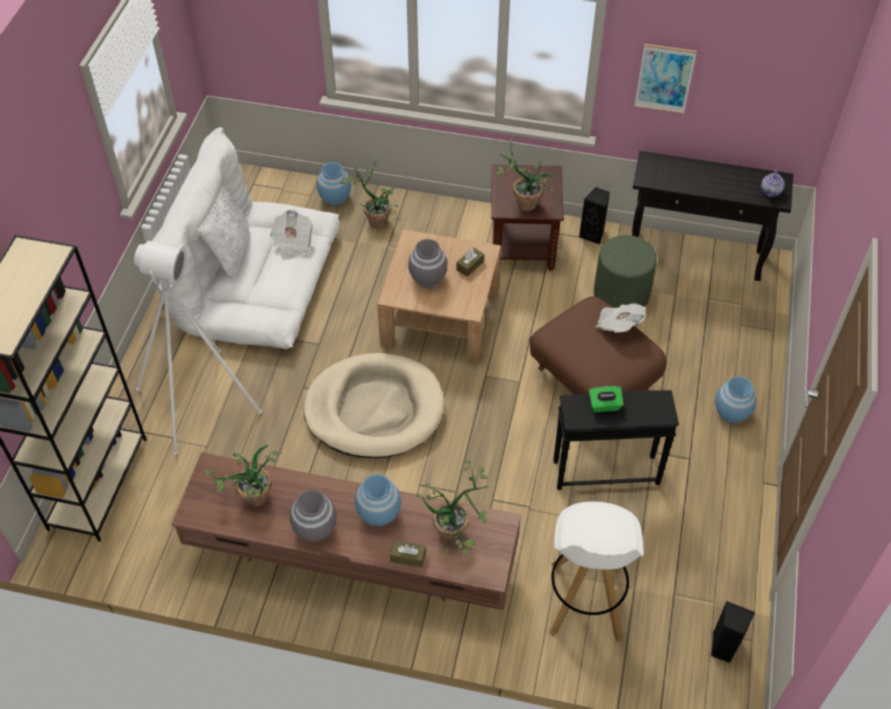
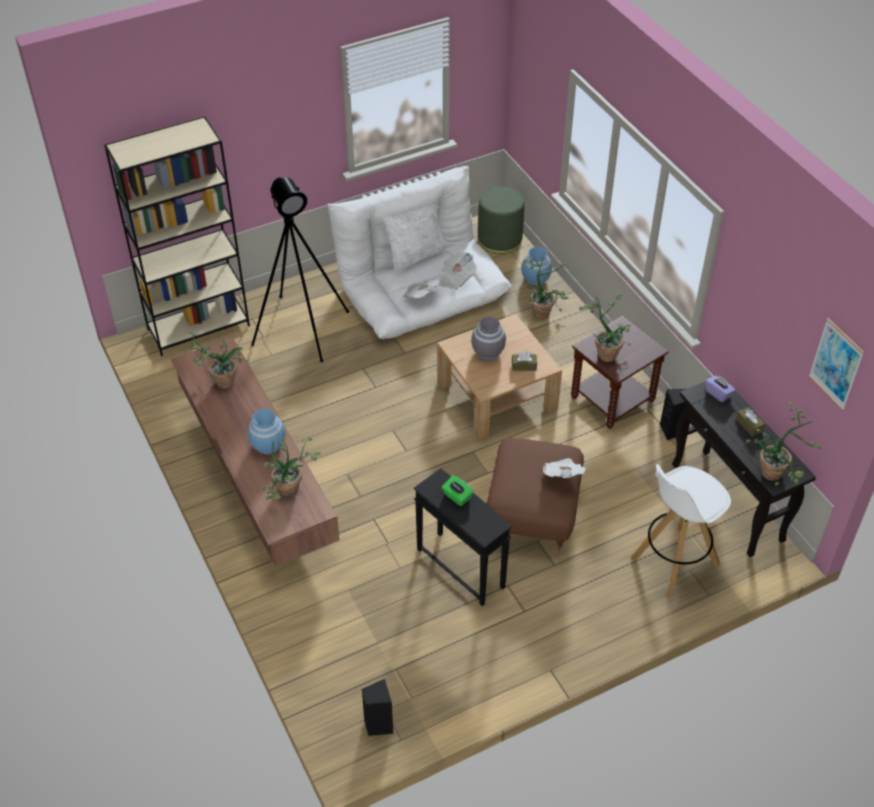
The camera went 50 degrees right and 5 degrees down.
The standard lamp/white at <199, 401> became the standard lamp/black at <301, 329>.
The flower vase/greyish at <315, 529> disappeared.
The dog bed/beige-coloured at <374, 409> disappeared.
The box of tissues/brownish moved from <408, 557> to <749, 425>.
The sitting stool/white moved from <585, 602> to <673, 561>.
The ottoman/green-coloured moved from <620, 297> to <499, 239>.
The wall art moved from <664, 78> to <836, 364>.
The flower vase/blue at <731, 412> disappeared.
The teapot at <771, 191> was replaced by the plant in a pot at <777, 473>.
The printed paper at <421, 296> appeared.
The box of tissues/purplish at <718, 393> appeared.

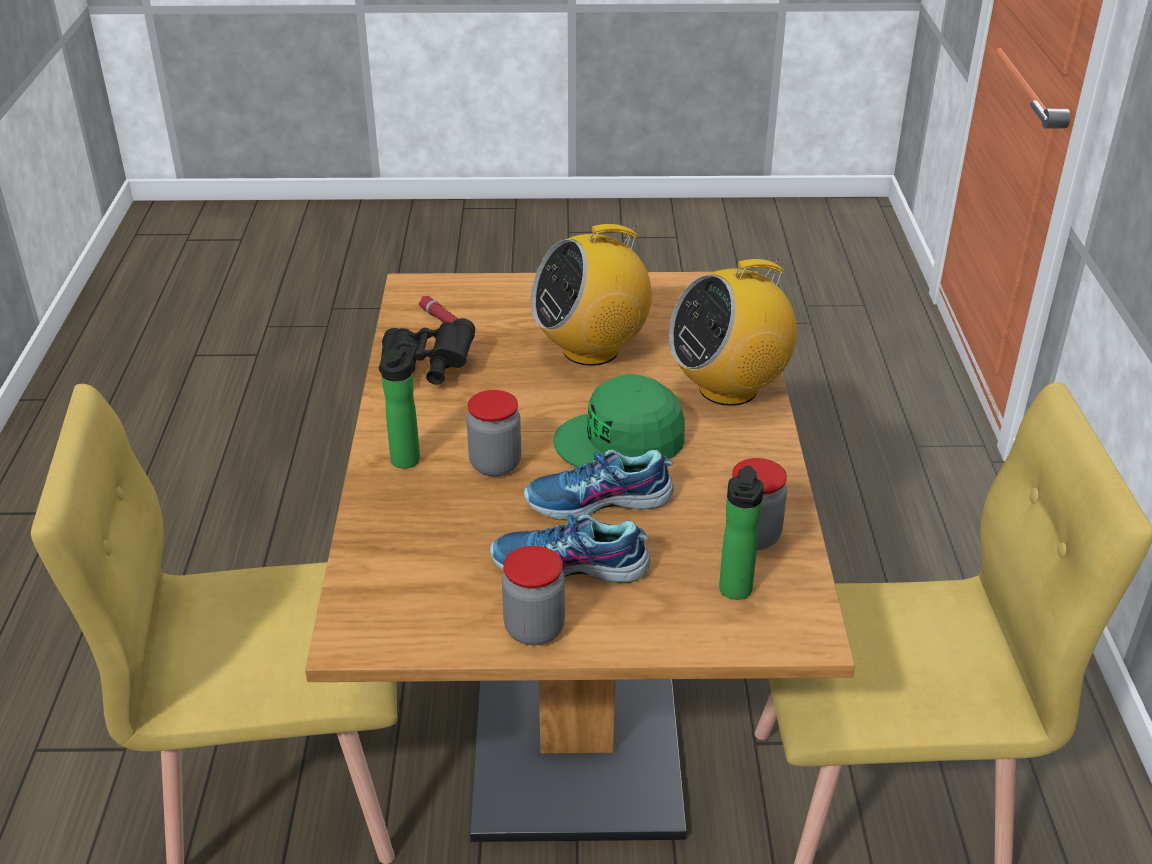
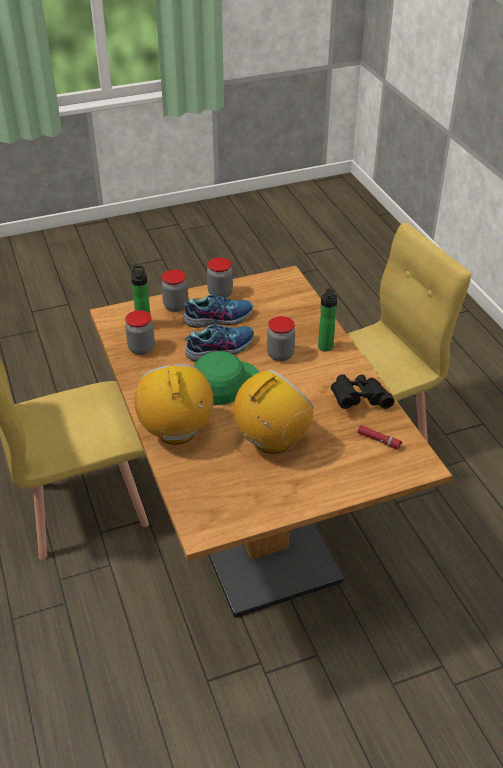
The camera went 160 degrees right and 5 degrees up.
The radio receiver at <729, 388> turned 60 degrees counterclockwise.
The storage jar at <176, 306> appeared.

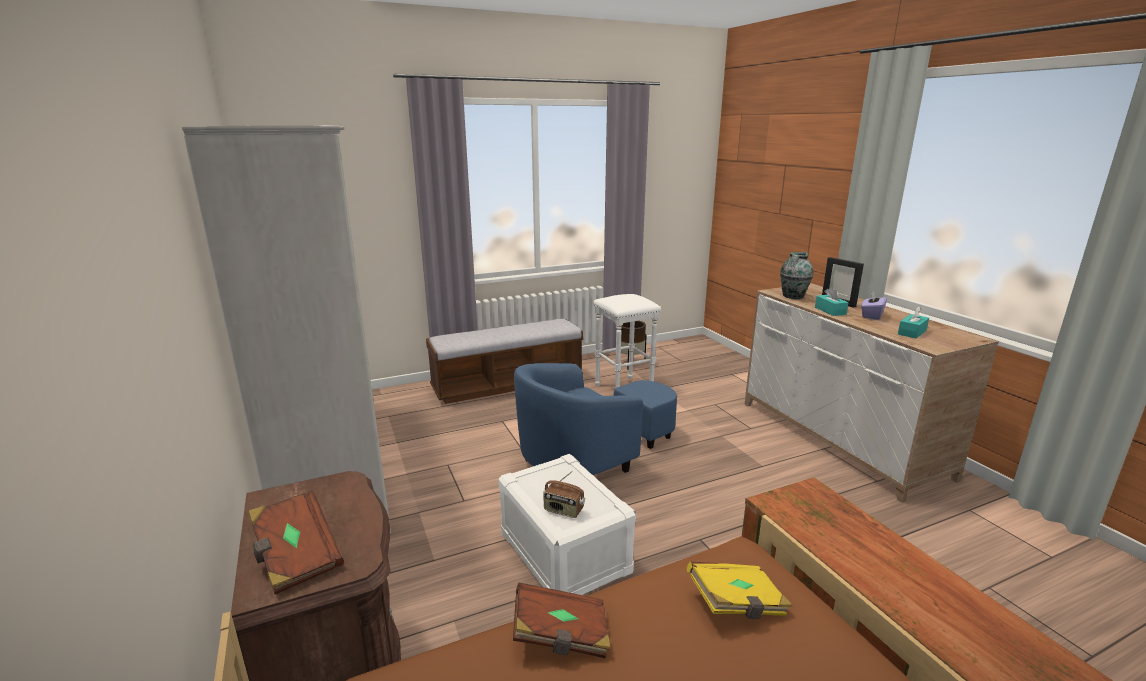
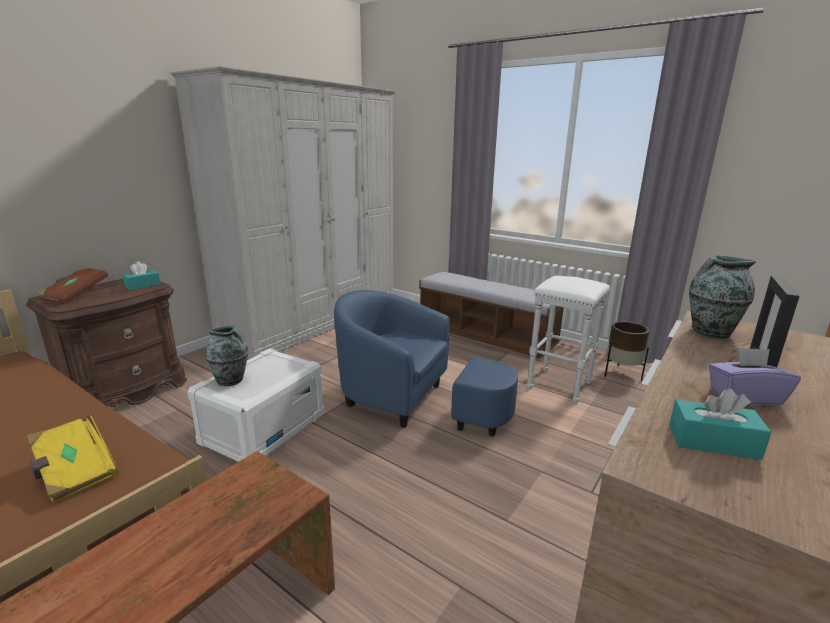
The camera went 60 degrees right and 0 degrees up.
The volume/brownish at <561, 636> disappeared.
The radio receiver at <563, 510> was replaced by the flower vase at <231, 380>.
The box of tissues/turquoise moved from <830, 311> to <143, 285>.

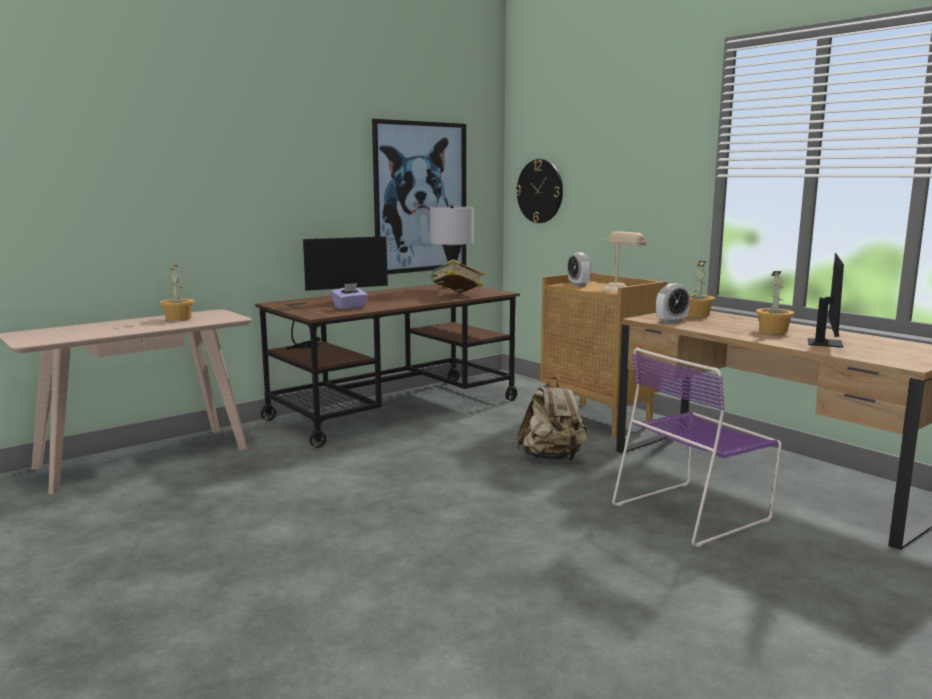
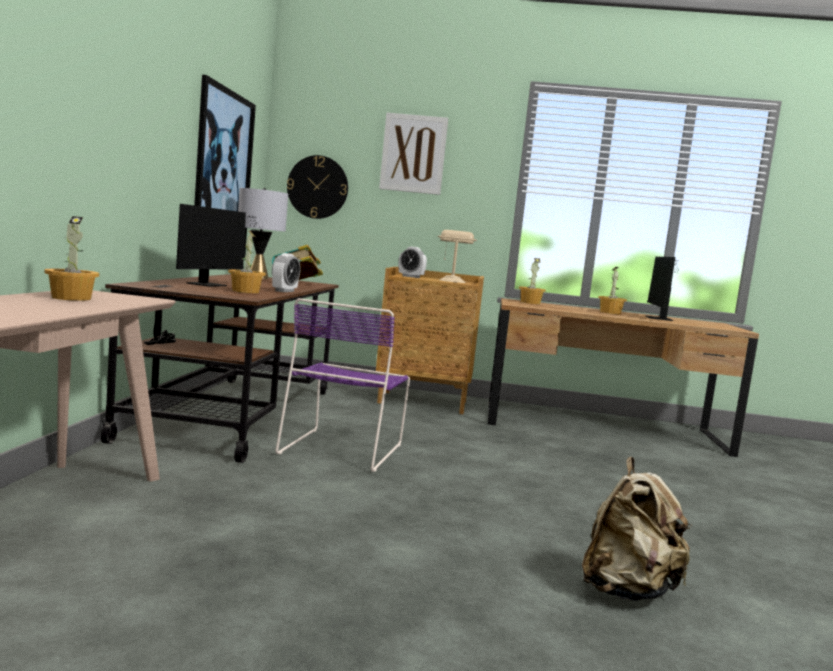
The camera went 45 degrees left and 5 degrees down.
The box of tissues/purplish at <350, 307> was replaced by the plant in a pot at <245, 291>.
The knapsack/beige-coloured moved from <552, 458> to <627, 591>.
The upright chair/purplish moved from <694, 511> to <343, 448>.
The bedside clock moved from <671, 321> to <284, 291>.
The computer screen at <826, 342> turned 150 degrees counterclockwise.
The wall art at <413, 154> appeared.

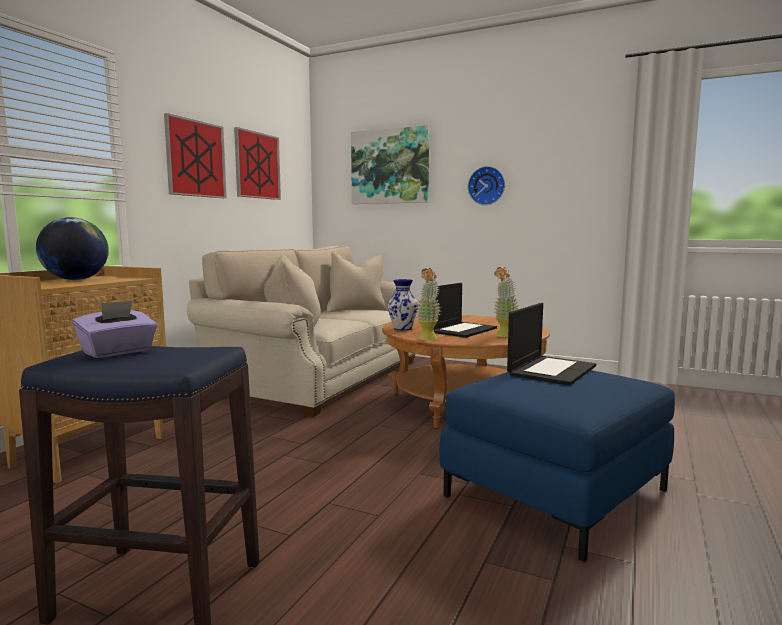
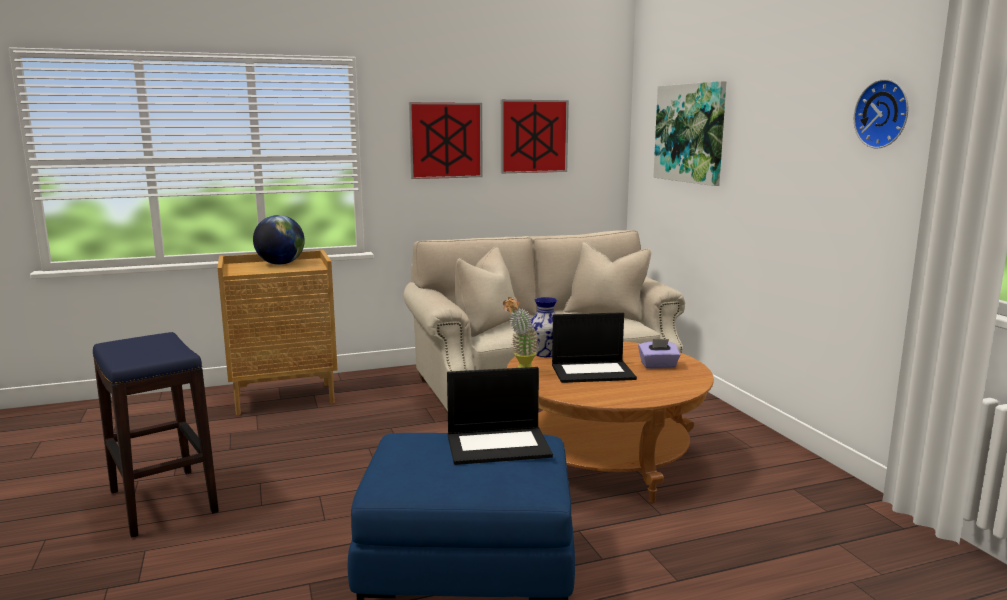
The camera went 45 degrees right and 5 degrees up.
The box of tissues/purplish moved from <118, 352> to <658, 366>.
The clock on the wall moved from <487, 186> to <884, 114>.
The plant in a pot at <504, 336> disappeared.

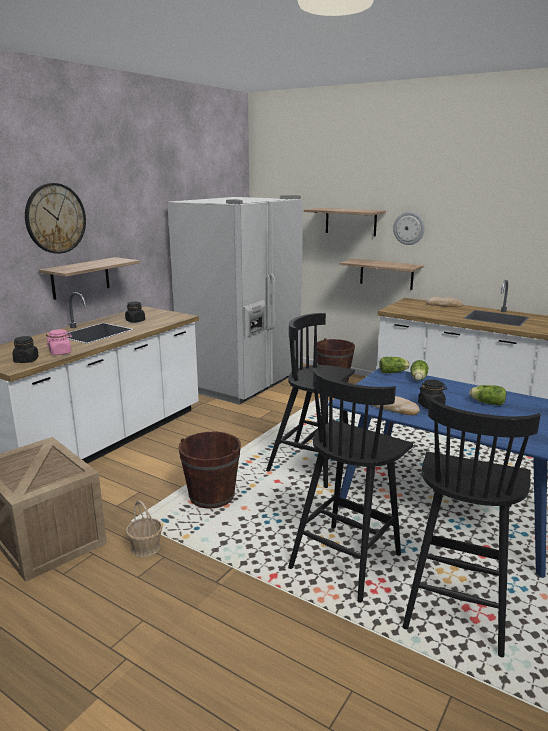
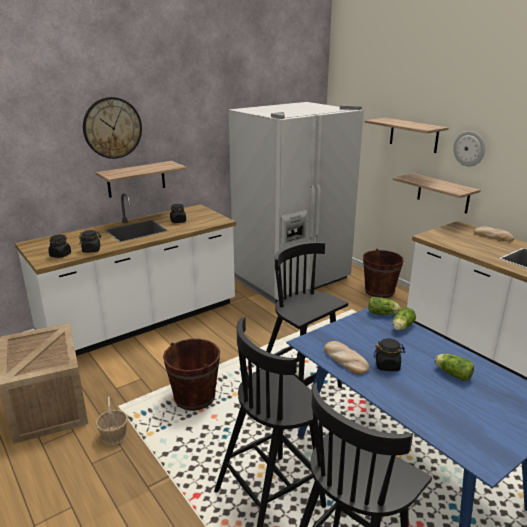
The camera went 20 degrees right and 5 degrees up.
The storage jar/pink at <60, 353> became the storage jar/black at <91, 250>.

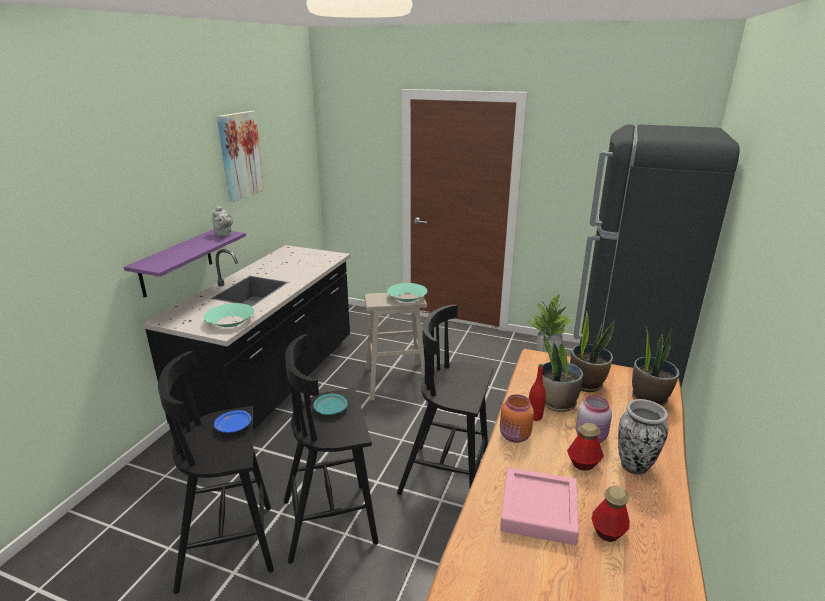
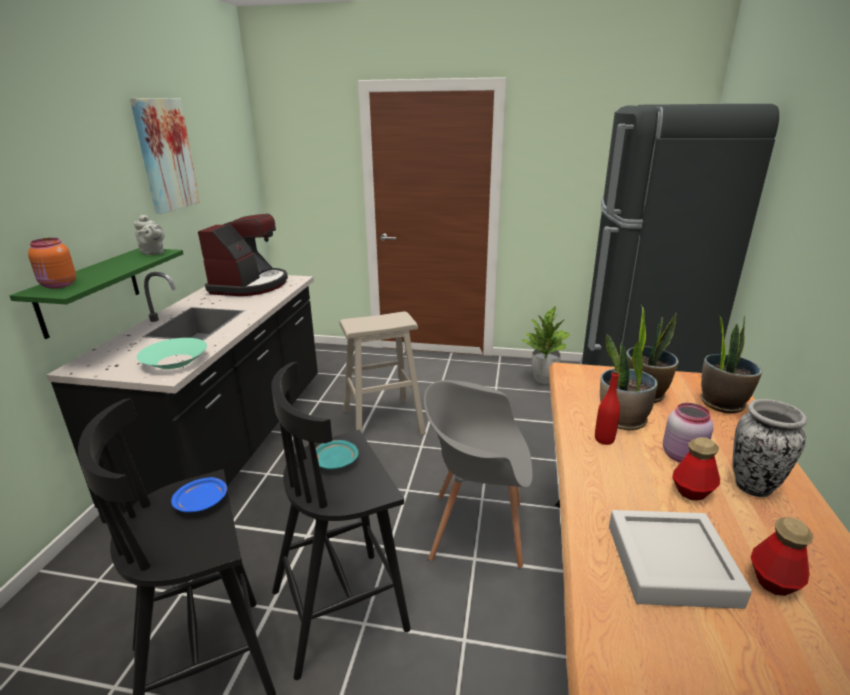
The camera went 10 degrees left and 0 degrees up.
The bracket shelf/purplish at <176, 262> became the bracket shelf/green-coloured at <89, 291>.
The bowl/turquoise at <407, 297> disappeared.
The sitting stool/black at <448, 478> was replaced by the upright chair/greyish at <475, 529>.
The storage jar/orangey moved from <515, 436> to <58, 285>.
The serving tray/pink at <538, 510> became the serving tray/greyish at <671, 564>.
The coffee brewer at <250, 285> appeared.

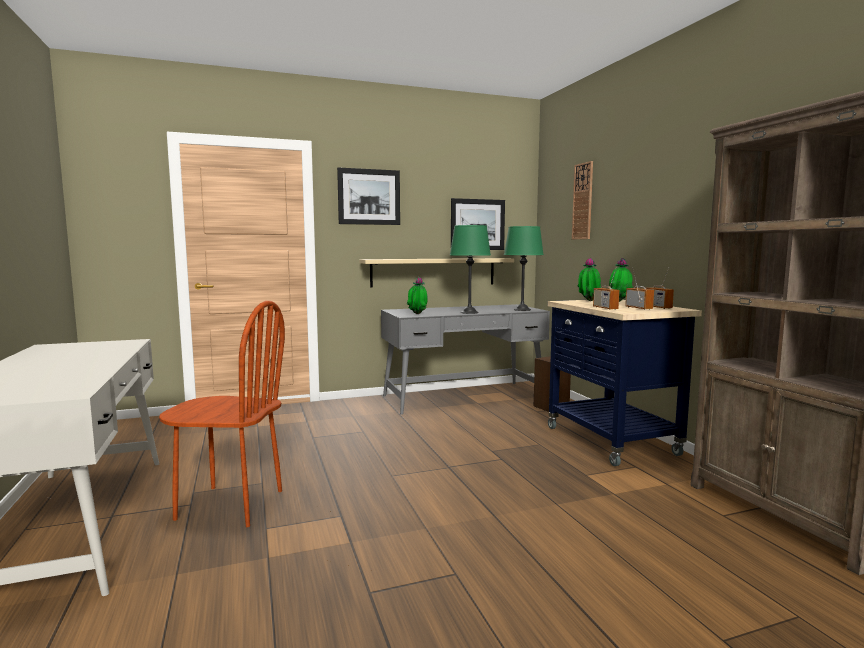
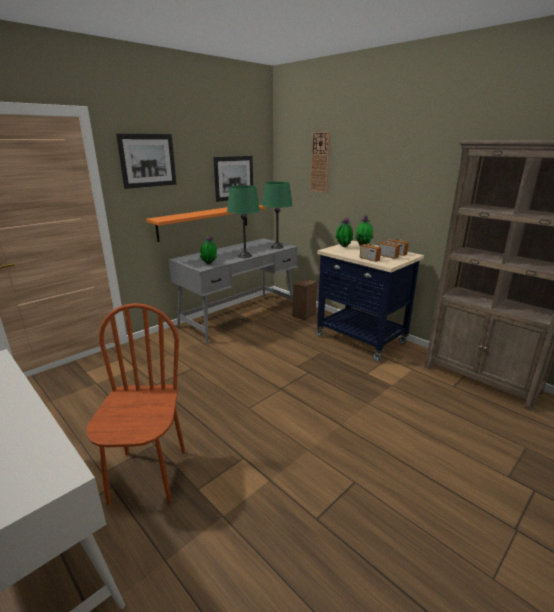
The camera went 25 degrees left and 15 degrees up.
The upright chair/brownish at <230, 505> turned 75 degrees counterclockwise.
The bracket shelf/beige-coloured at <434, 272> became the bracket shelf/orangey at <205, 221>.

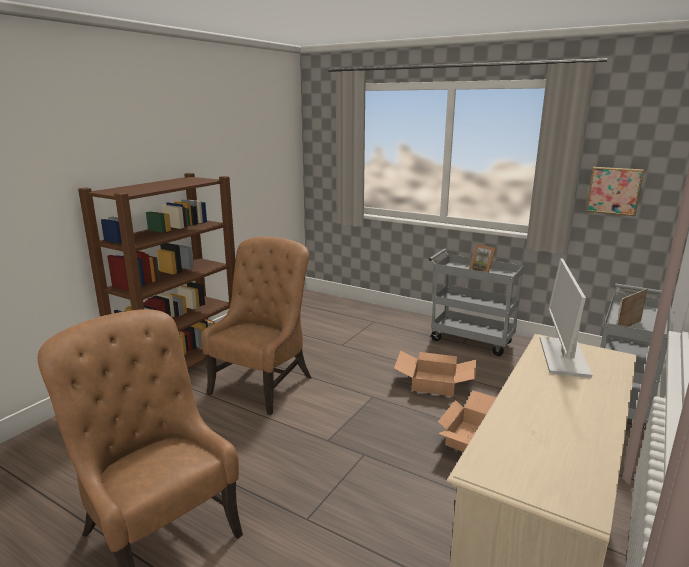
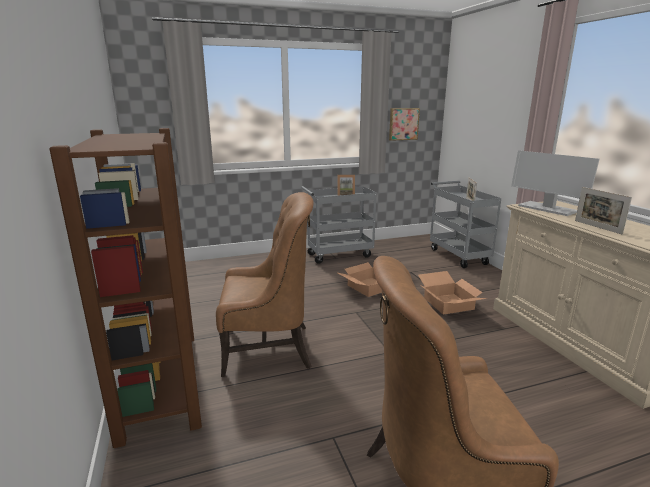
The camera went 50 degrees left and 0 degrees up.
The upright chair/brownish at <263, 385> turned 105 degrees clockwise.
The standing frame at <597, 227> appeared.

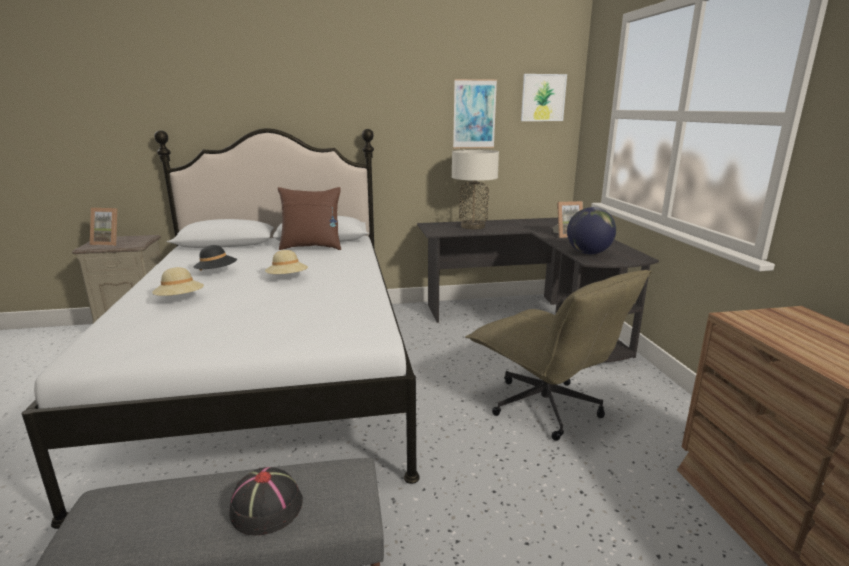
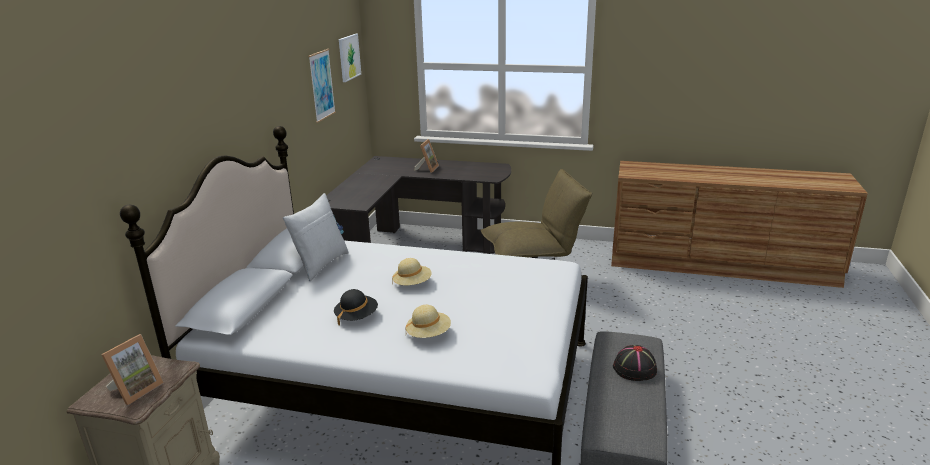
The camera went 65 degrees left and 5 degrees up.
The cushion/brownish at <311, 248> became the cushion/greyish at <321, 265>.
The tabletop lamp at <473, 226> disappeared.
The desk globe at <588, 253> disappeared.

